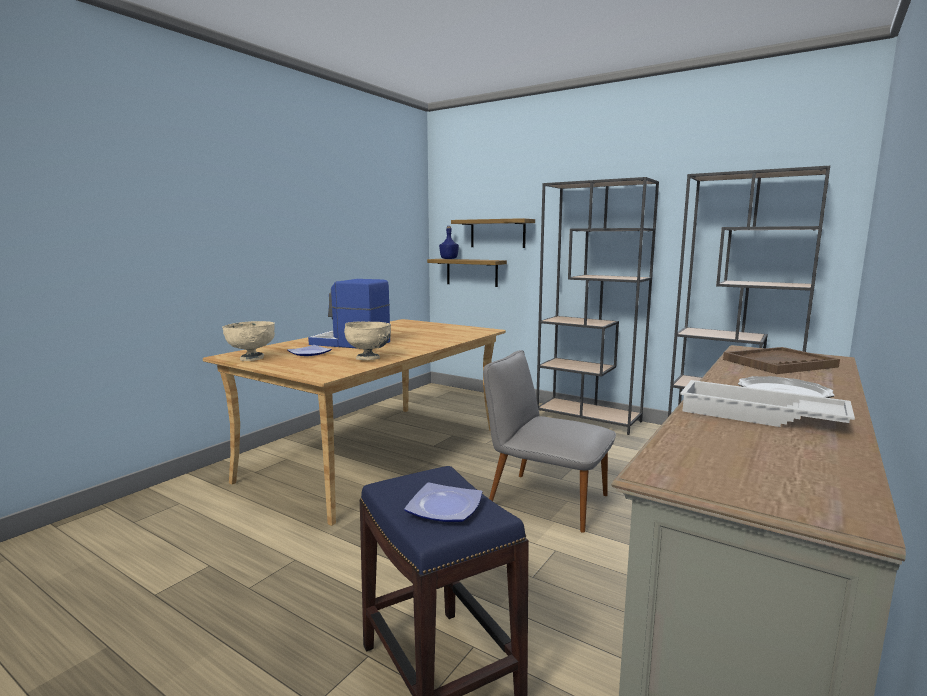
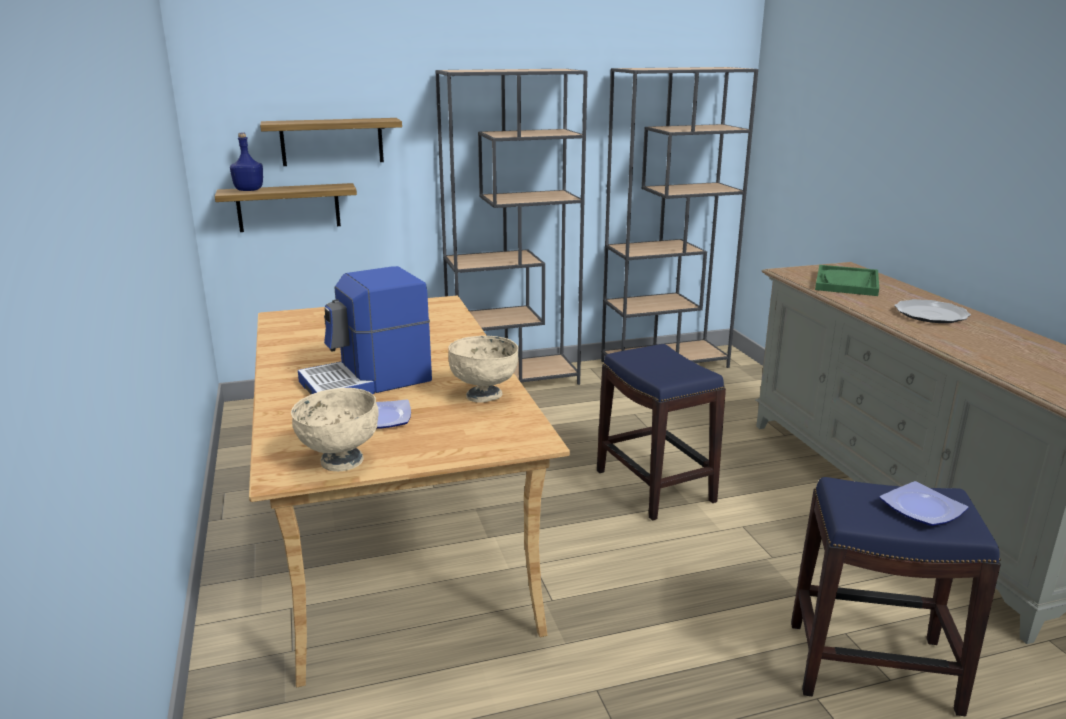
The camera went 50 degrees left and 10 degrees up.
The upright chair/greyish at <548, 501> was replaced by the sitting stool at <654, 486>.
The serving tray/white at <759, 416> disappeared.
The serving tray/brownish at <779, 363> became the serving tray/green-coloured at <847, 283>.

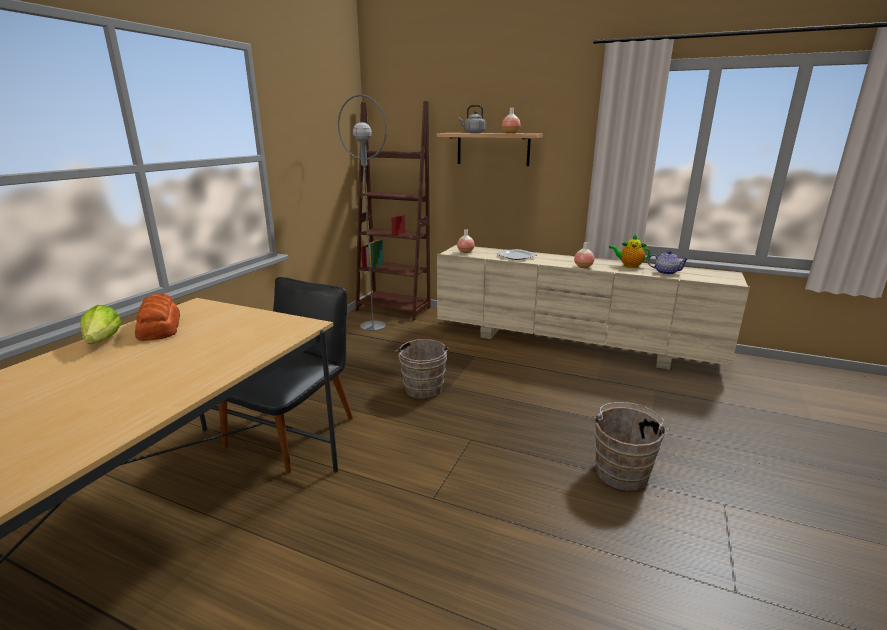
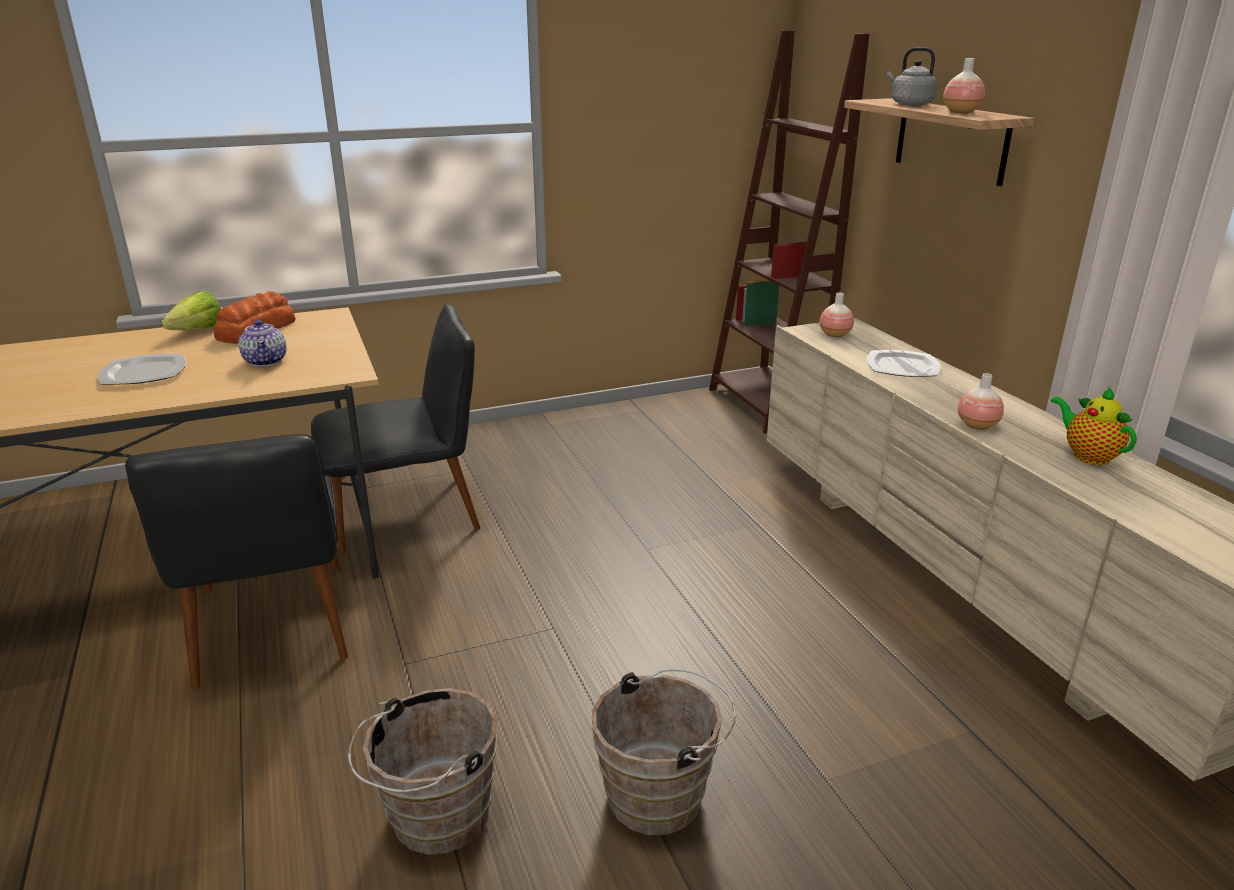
The camera went 45 degrees right and 5 degrees up.
The standard lamp/greyish at <372, 326> disappeared.
The bucket/brownish moved from <423, 390> to <433, 819>.
The teapot moved from <665, 272> to <266, 361>.
The dinner plate at <143, 373> appeared.
The upright chair/black at <272, 623> appeared.

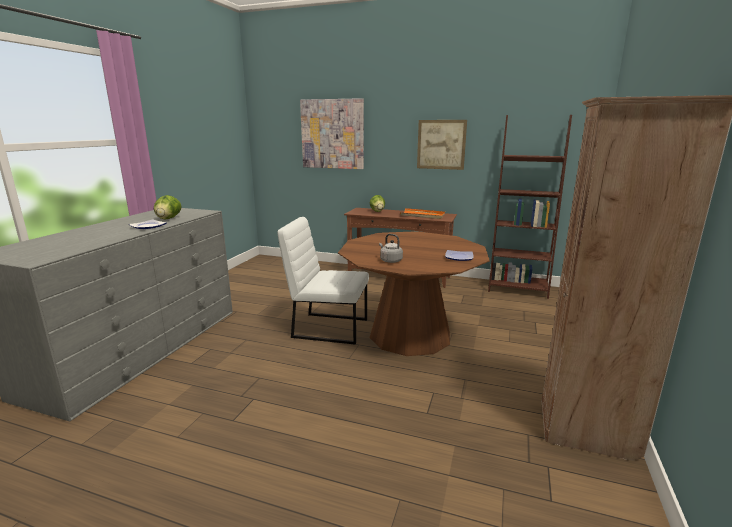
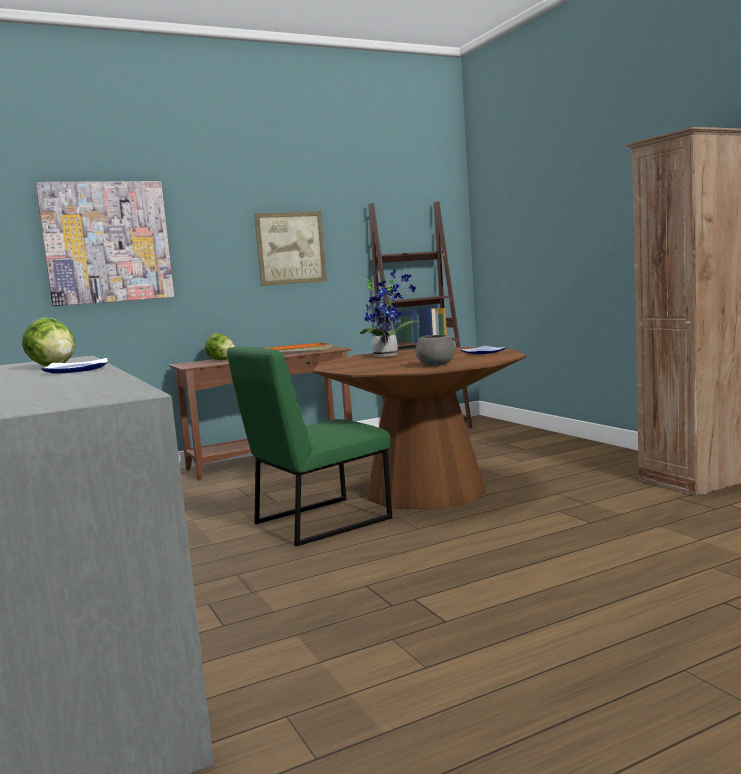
The camera went 45 degrees left and 10 degrees down.
The upright chair/white at <328, 327> became the upright chair/green-coloured at <318, 521>.
The tea kettle/greyish at <390, 260> was replaced by the bowl/greyish at <436, 365>.
The plant in a pot at <388, 355> appeared.

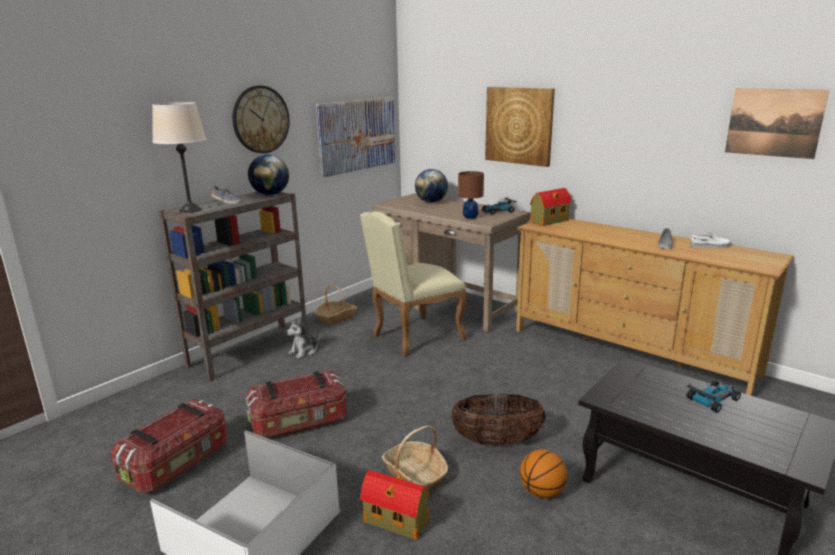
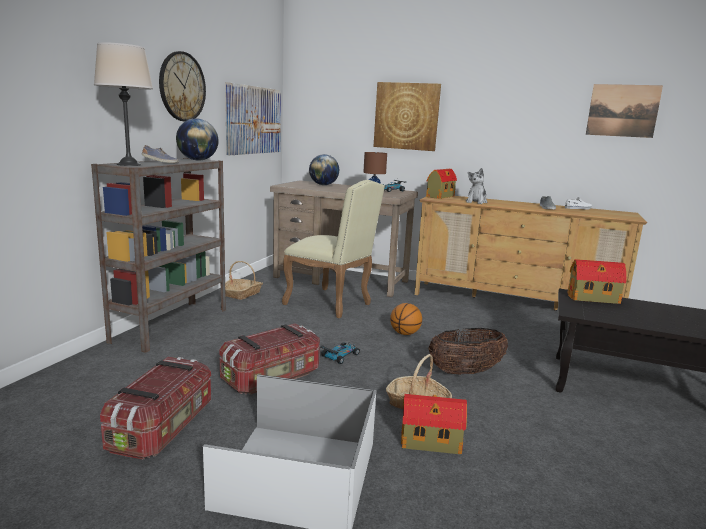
The camera went 20 degrees left and 5 degrees down.
The cuddly toy moved from <304, 351> to <476, 202>.
The upright chair/beige-coloured at <415, 337> turned 90 degrees counterclockwise.
The ball for basketball moved from <542, 492> to <405, 333>.
The model car moved from <712, 400> to <340, 356>.
The toy house at <594, 298> appeared.

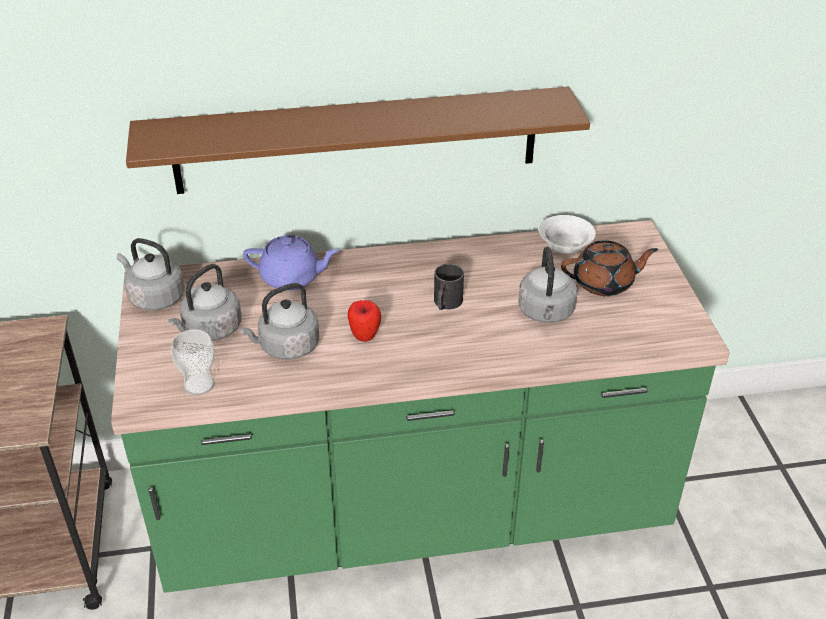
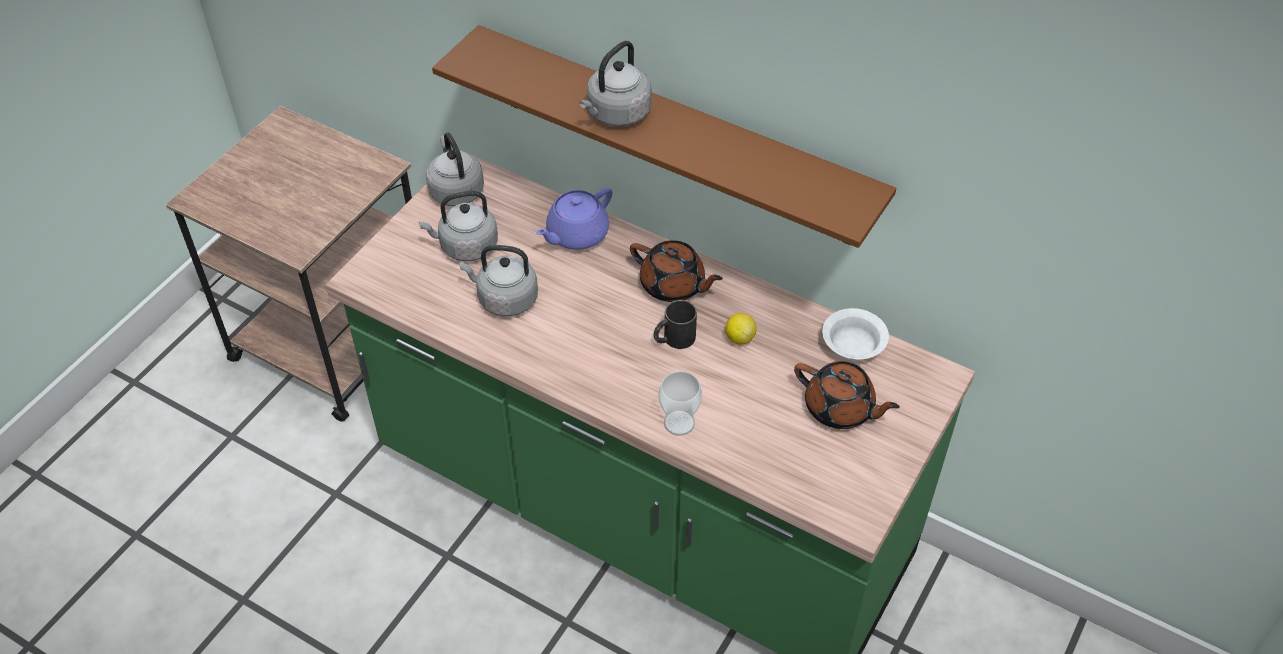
The camera went 40 degrees right and 10 degrees up.
The drinking cup moved from <199, 385> to <679, 423>.
The teapot/purplish at <292, 278> turned 90 degrees clockwise.
The whole apple at <365, 336> disappeared.
The tea kettle/greyish moved from <546, 313> to <616, 114>.
The teapot/brownish at <673, 285> appeared.
The lemon at <739, 338> appeared.

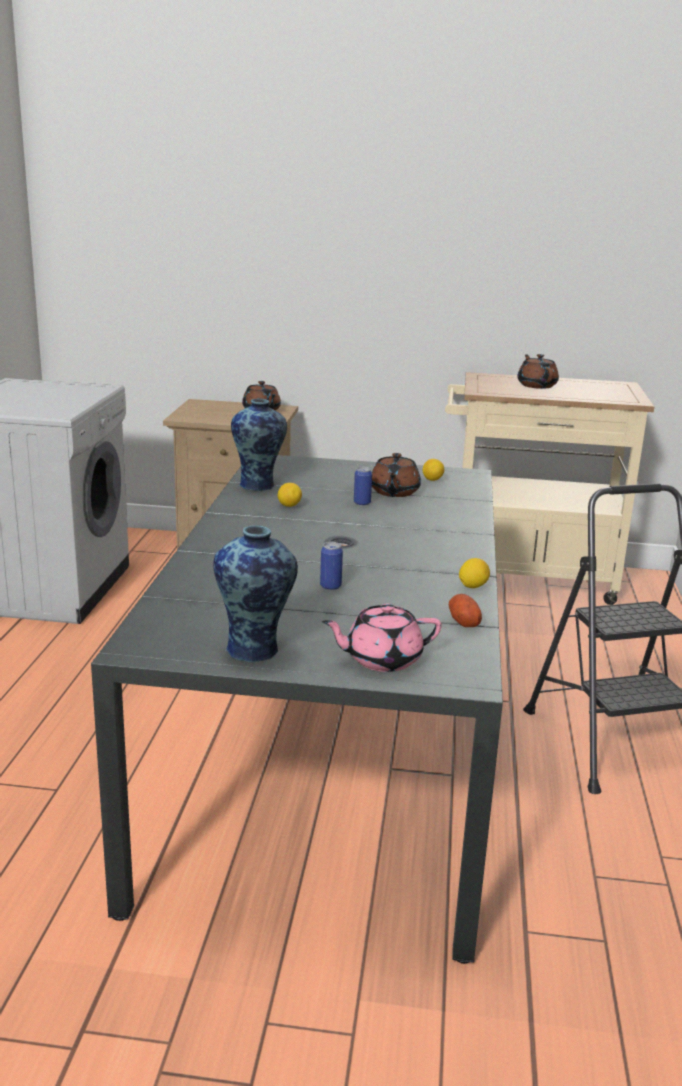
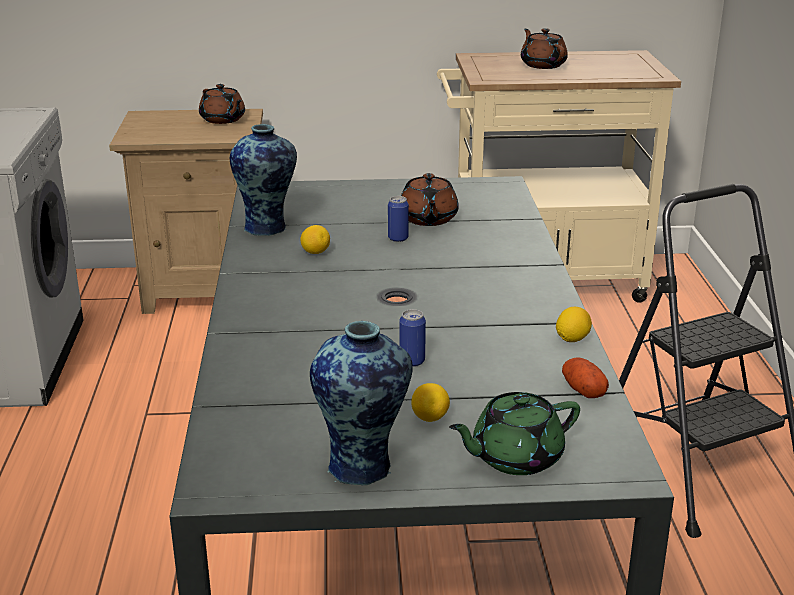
The camera went 10 degrees left and 5 degrees up.
The teapot/pink at <381, 659> became the teapot/green-coloured at <515, 457>.
The lemon moved from <432, 480> to <430, 418>.

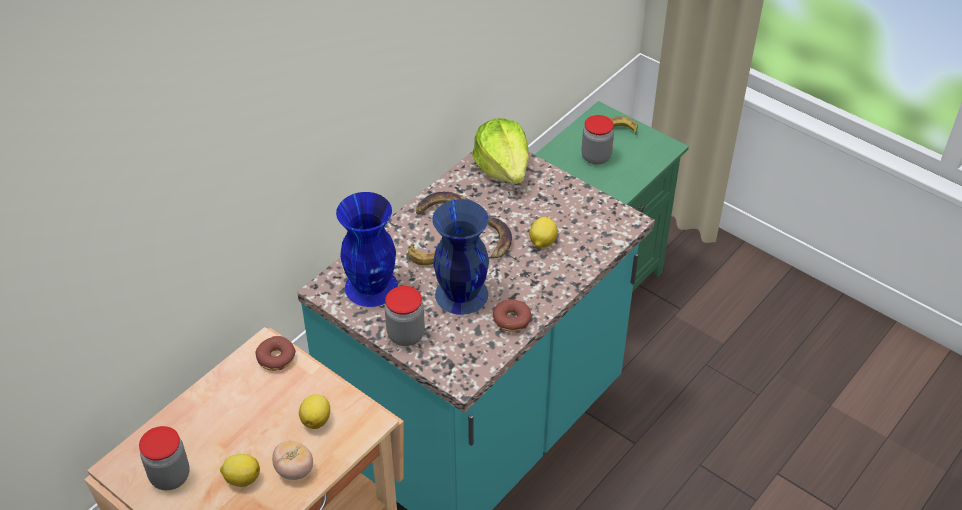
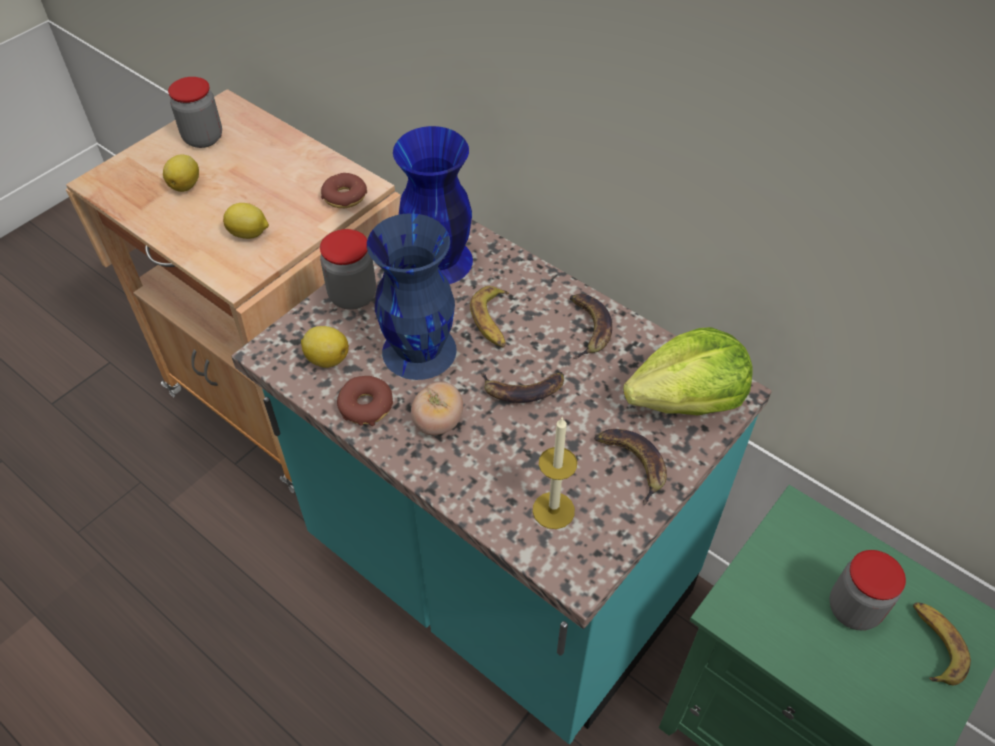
The camera went 90 degrees right and 5 degrees up.
The fresh tomato moved from <294, 470> to <438, 422>.
The lemon moved from <542, 242> to <326, 358>.
The candle at <553, 510> appeared.
The banana at <631, 463> appeared.

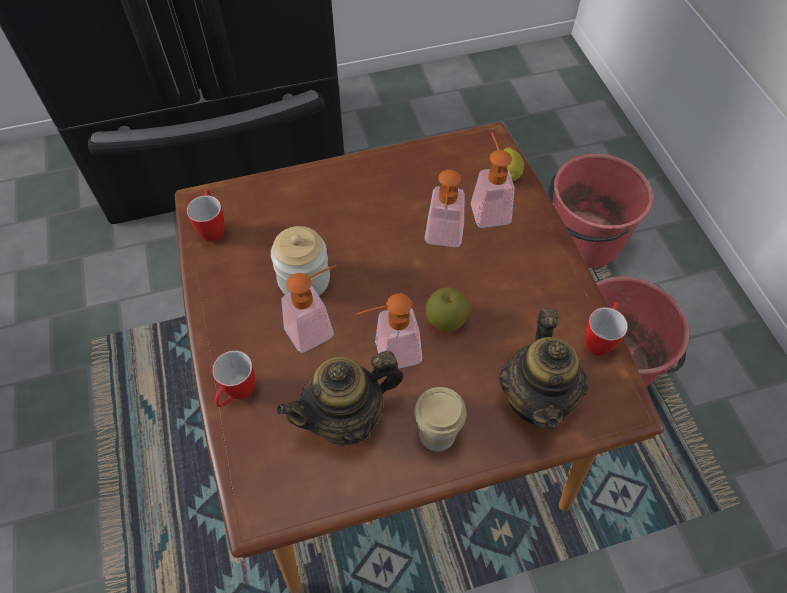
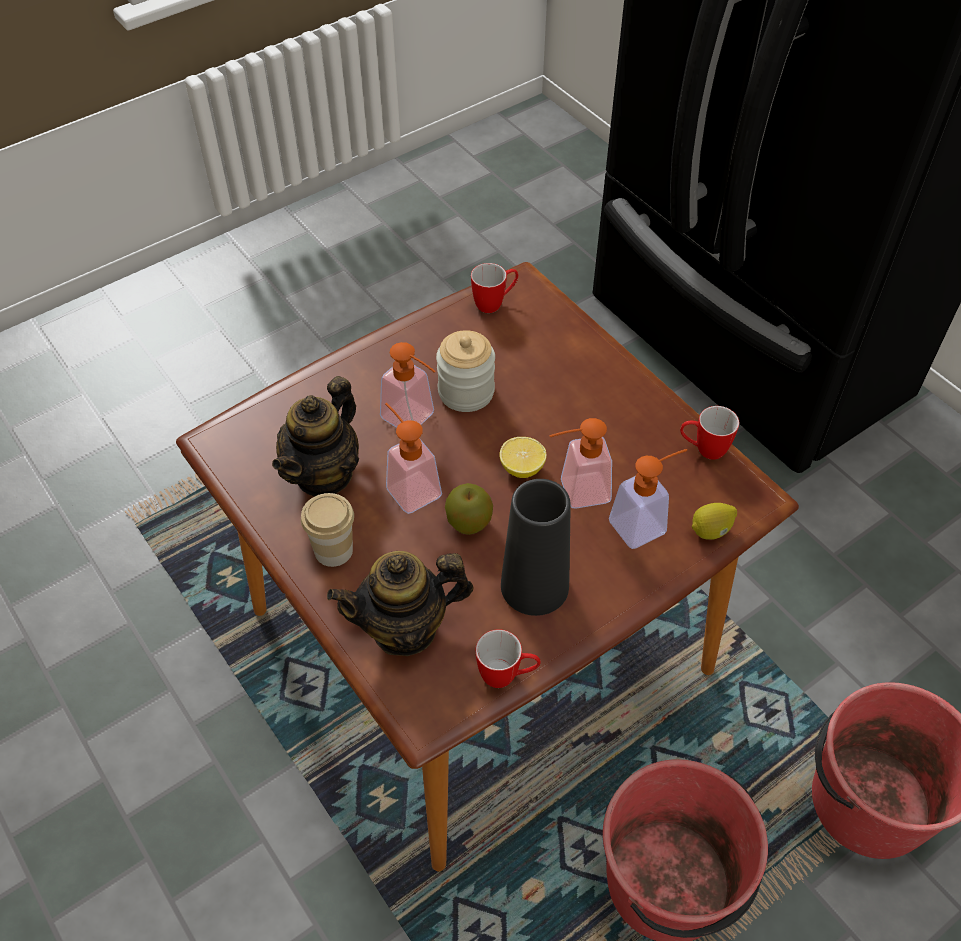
The camera went 70 degrees right and 5 degrees down.
The coffee mug moved from <237, 394> to <703, 449>.
The teapot at <346, 419> turned 105 degrees counterclockwise.
The lemon at <522, 468> appeared.
The flower vase/black at <534, 586> appeared.

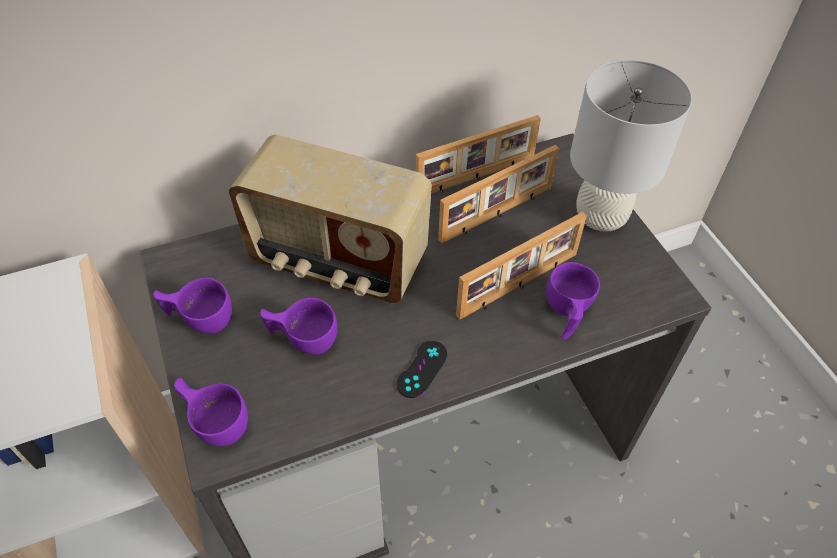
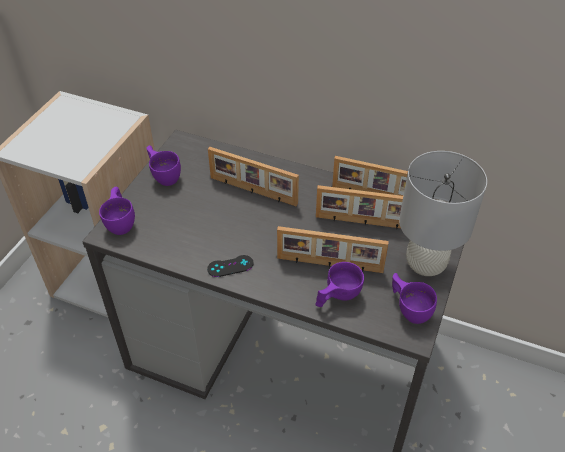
The camera went 45 degrees right and 5 degrees down.
The radio receiver at <338, 262> was replaced by the standing frame at <252, 191>.
The drinking cup/purplish moved from <303, 339> to <409, 308>.

